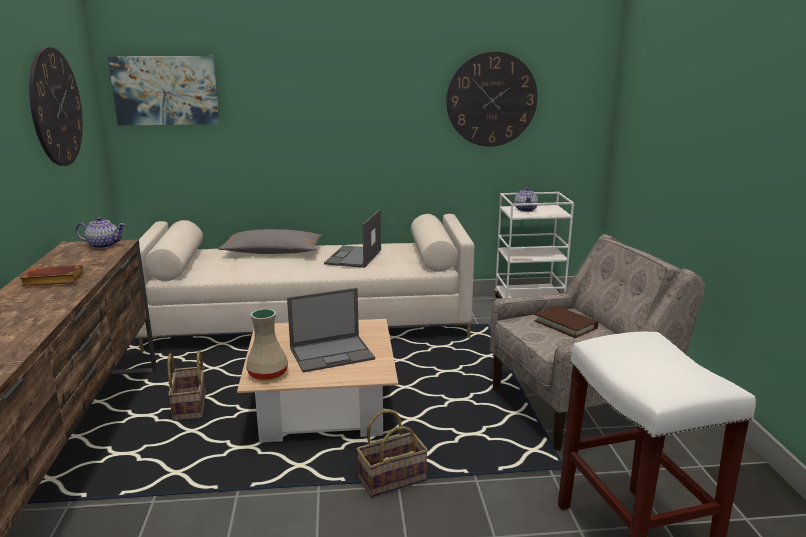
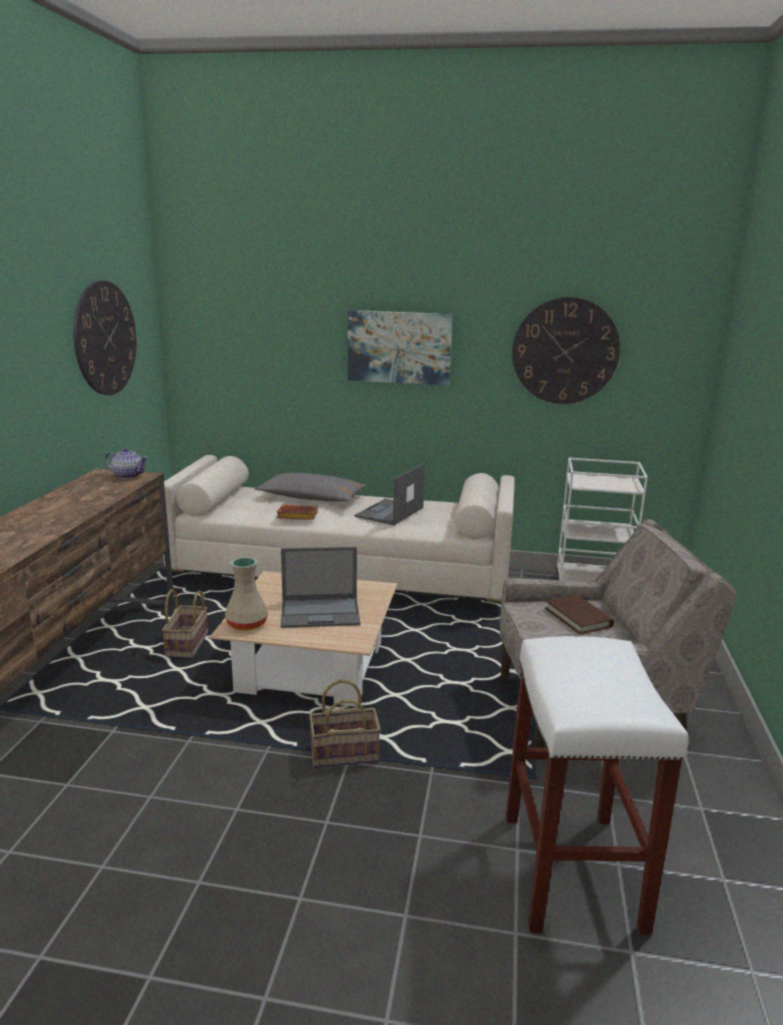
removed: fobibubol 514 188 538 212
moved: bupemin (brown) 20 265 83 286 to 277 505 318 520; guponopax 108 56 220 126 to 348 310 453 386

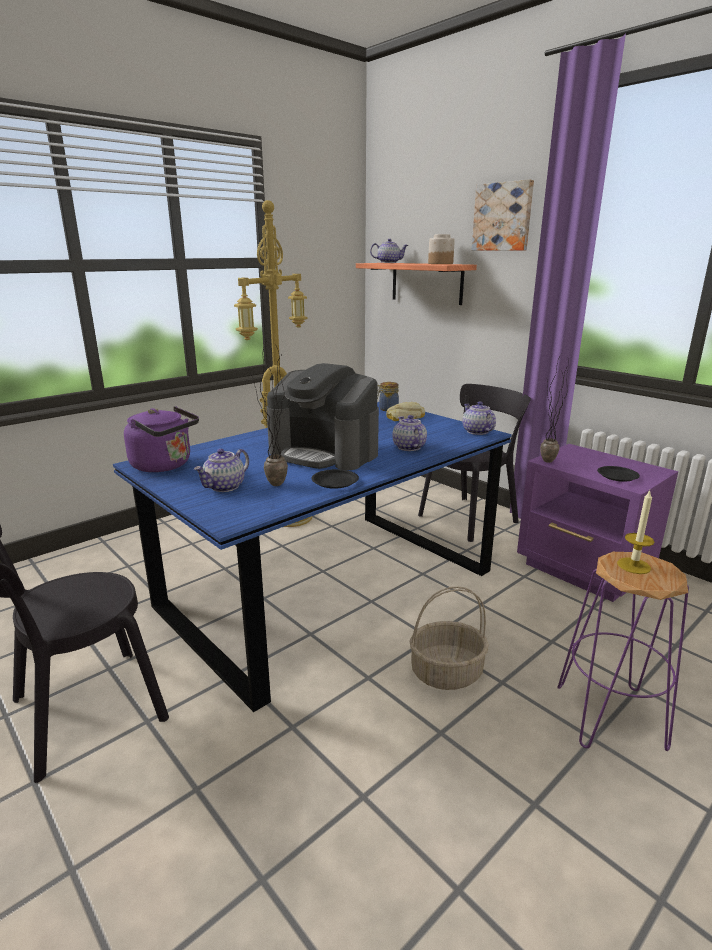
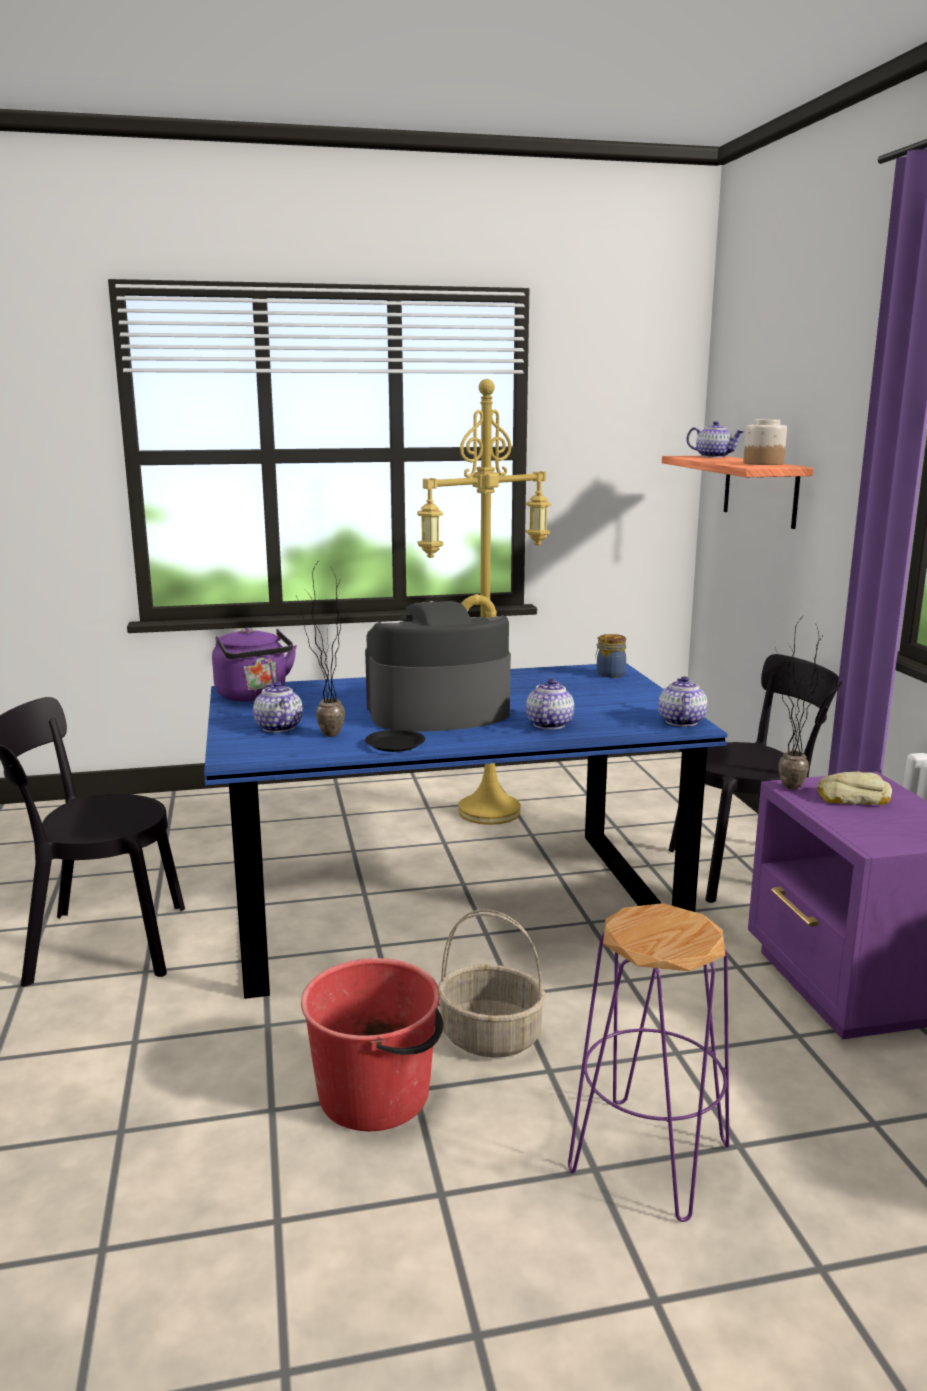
removed: guponopax 472 179 534 251; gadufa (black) 597 466 640 482; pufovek 617 491 654 574
added: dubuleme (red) 301 958 443 1131
moved: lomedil 386 402 425 421 to 817 772 892 805
turned: fobibubol 194 449 249 492 = 253 681 303 733 90 degrees clockwise; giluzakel 266 363 379 470 = 365 601 511 731 105 degrees clockwise

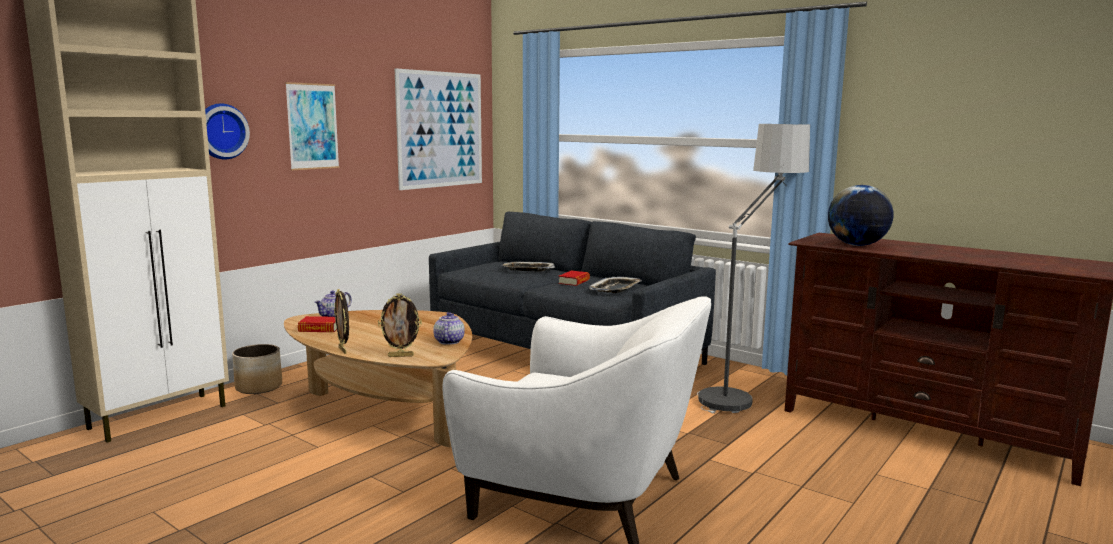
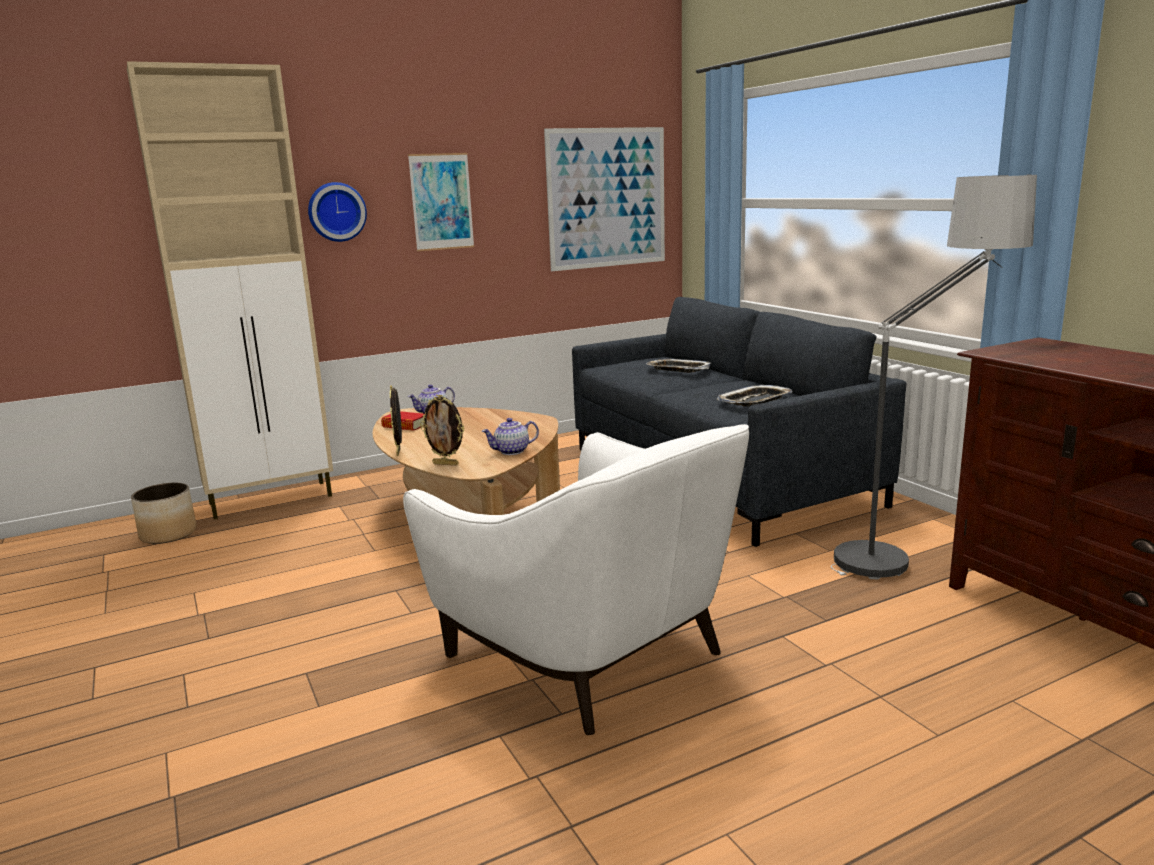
removed: bupemin 558 271 590 286; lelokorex 828 185 894 246
moved: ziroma 232 344 282 394 to 131 483 197 544
turned: fobibubol 433 312 465 345 = 482 418 539 455 135 degrees counterclockwise

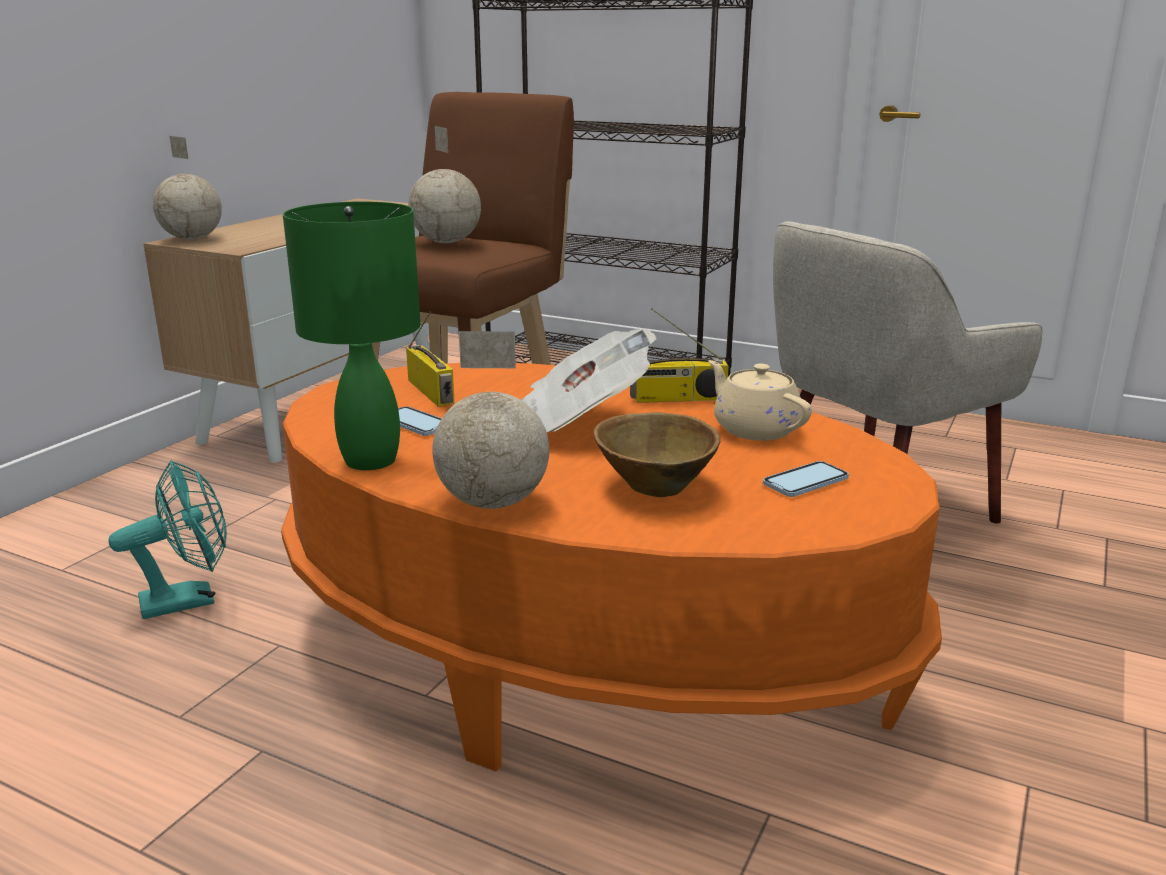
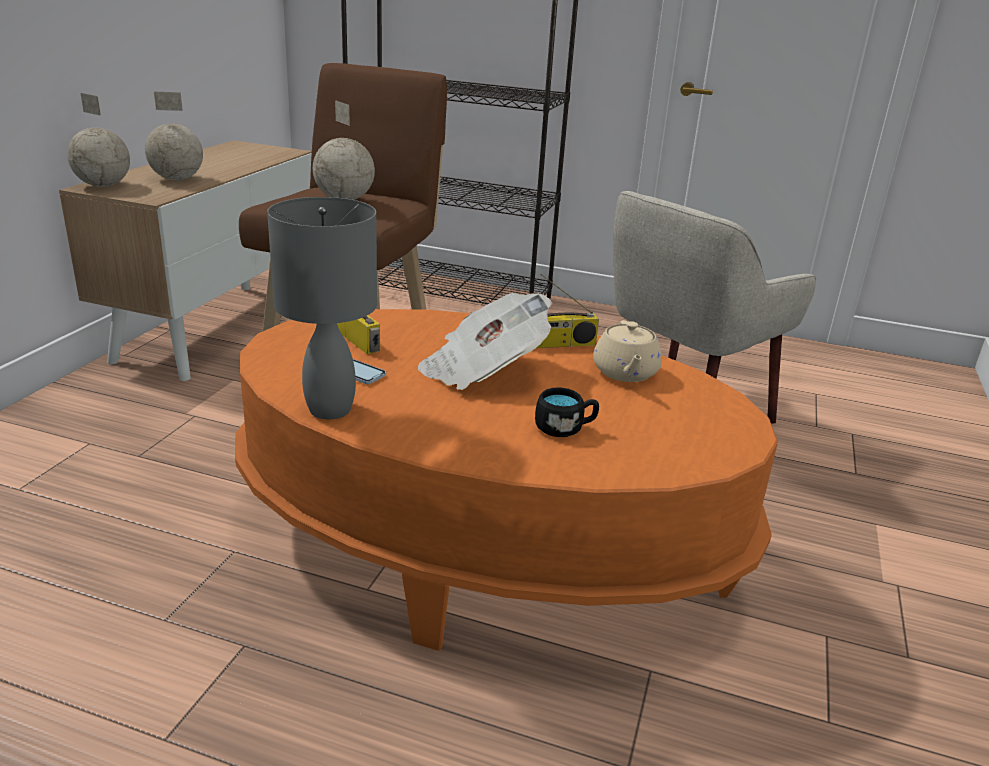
removed: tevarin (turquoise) 108 460 227 619; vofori 763 461 849 497
moved: lelokorex 432 331 549 509 to 145 92 203 180
replaced: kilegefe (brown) 593 412 721 497 to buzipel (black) 535 387 599 437
recoloured: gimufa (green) 283 201 421 470 to gimufa (grey) 267 197 377 419
turned: fobibubol (beige) 708 360 812 441 = 593 320 662 382 135 degrees counterclockwise

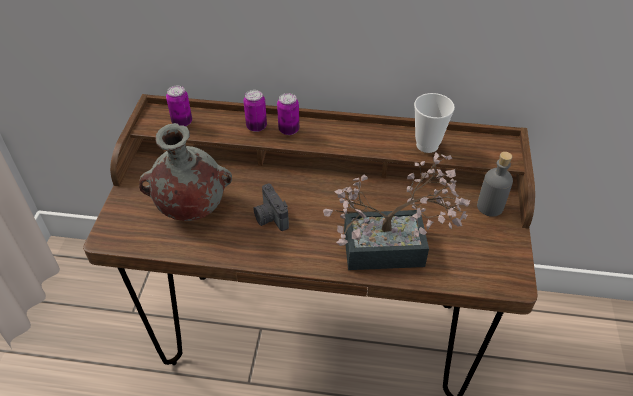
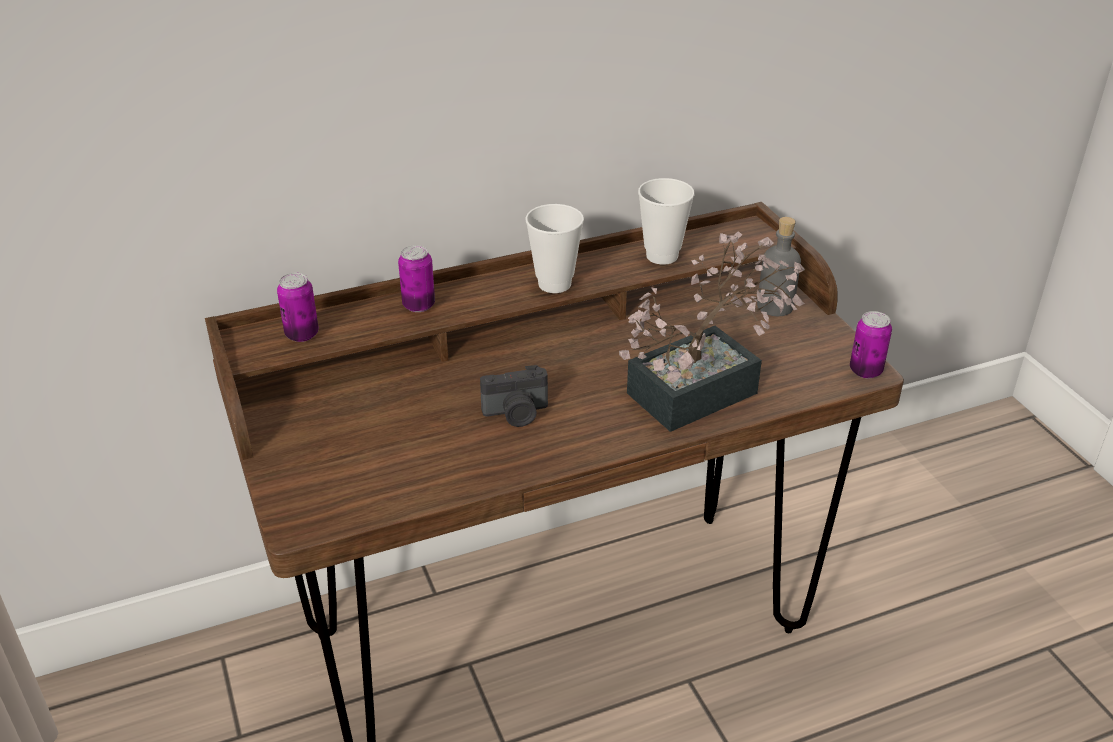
removed: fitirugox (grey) 139 123 232 221
added: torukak 526 204 584 293
moved: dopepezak 277 93 299 135 to 850 311 892 378
turned: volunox 253 183 289 231 = 480 365 548 427 45 degrees counterclockwise

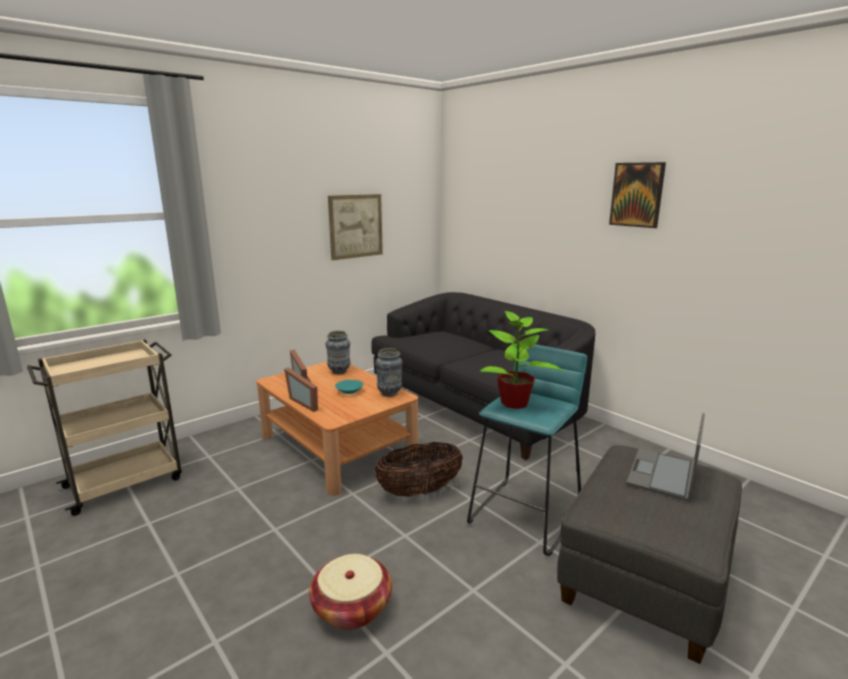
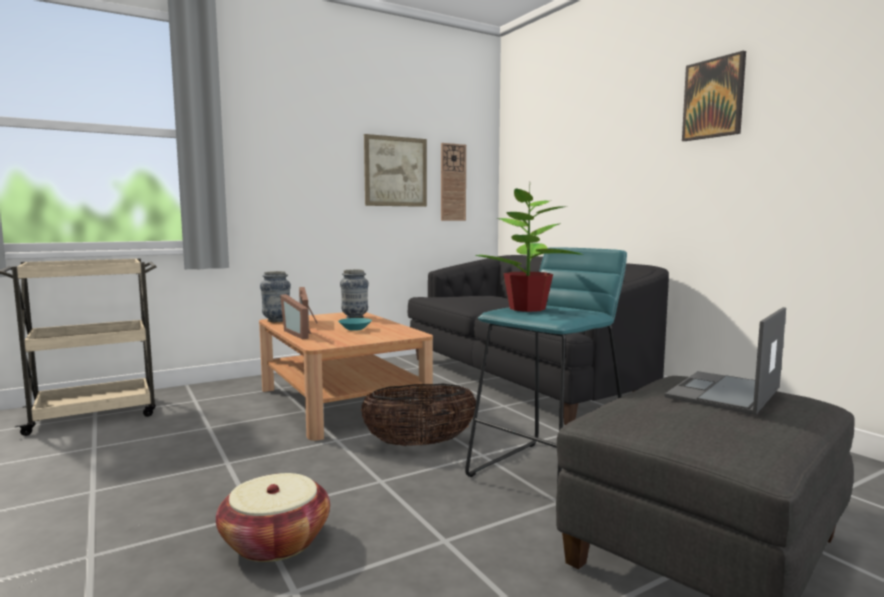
added: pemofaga 441 143 466 221
moved: fitirugox 375 348 403 397 to 260 271 291 322

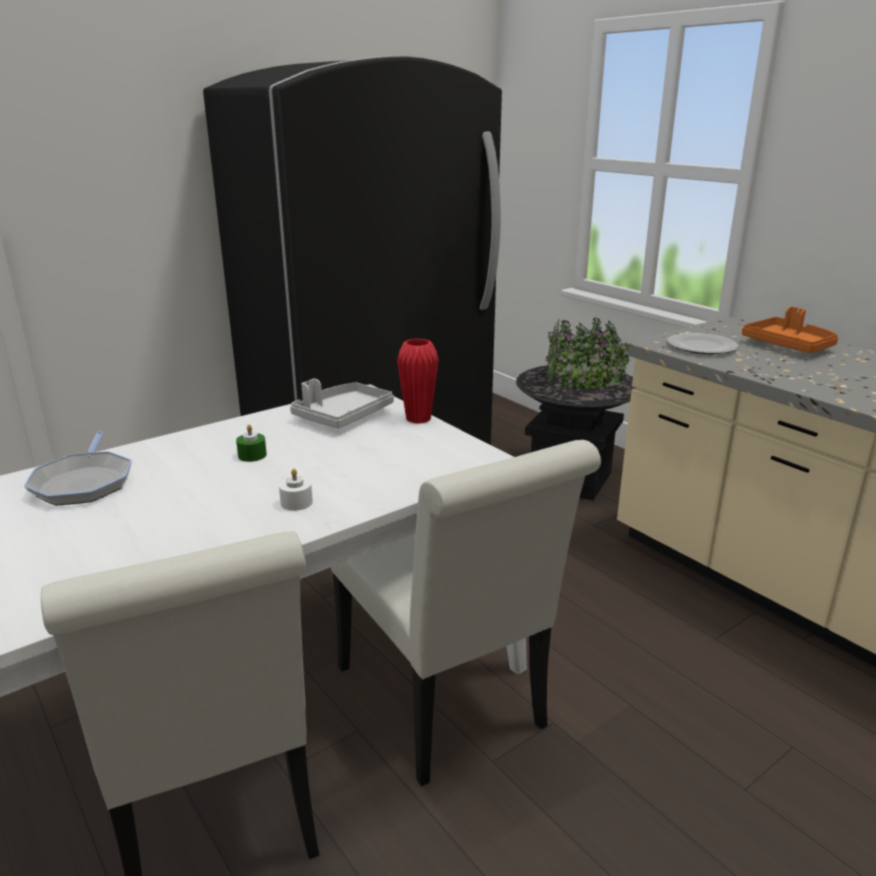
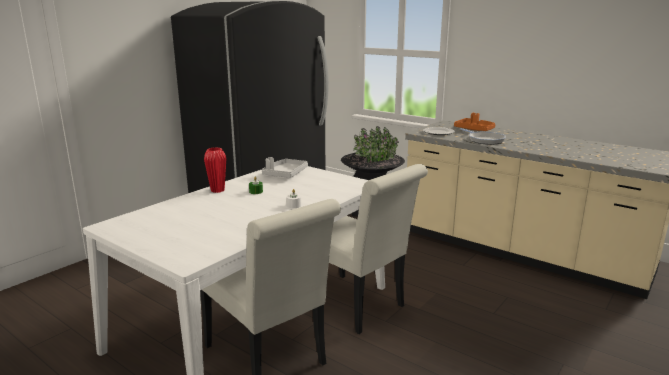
moved: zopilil 24 431 132 505 to 460 128 505 145; fitirugox (red) 397 339 439 424 to 204 147 226 193

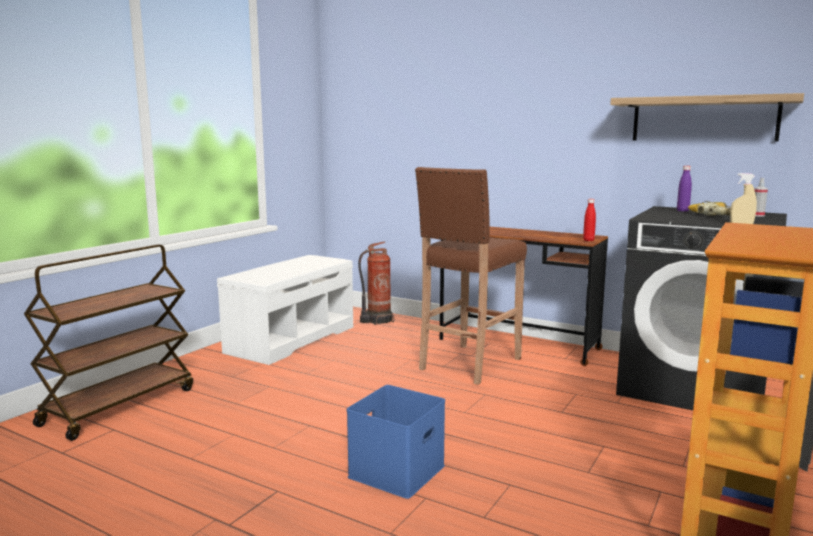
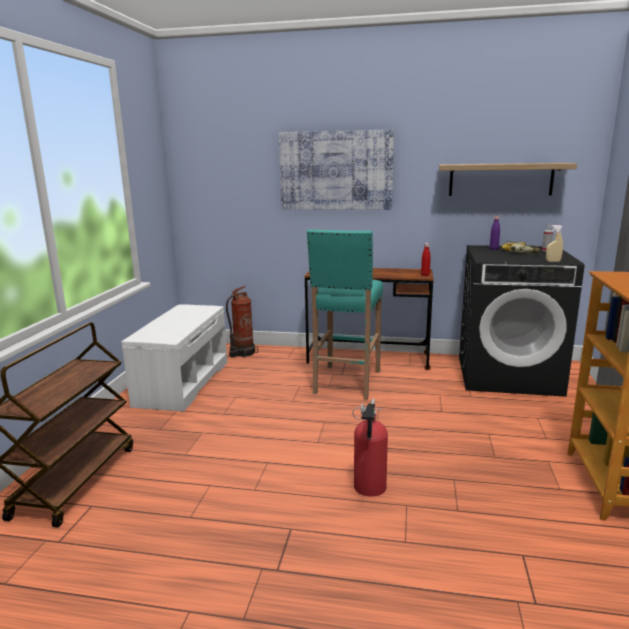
added: guponopax 279 129 394 210
replaced: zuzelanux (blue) 347 385 445 499 to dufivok 352 399 388 497
recoloured: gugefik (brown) 415 167 527 385 to gugefik (turquoise) 307 229 383 400

